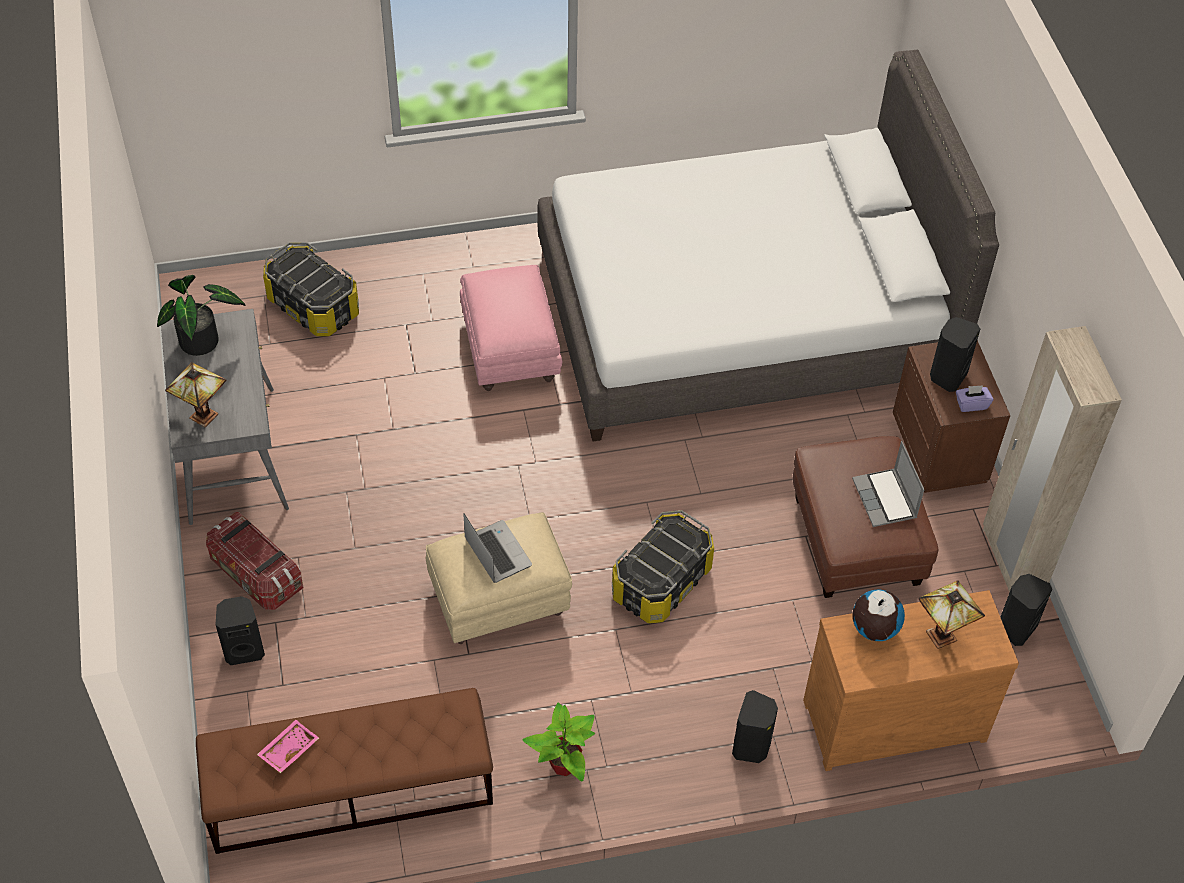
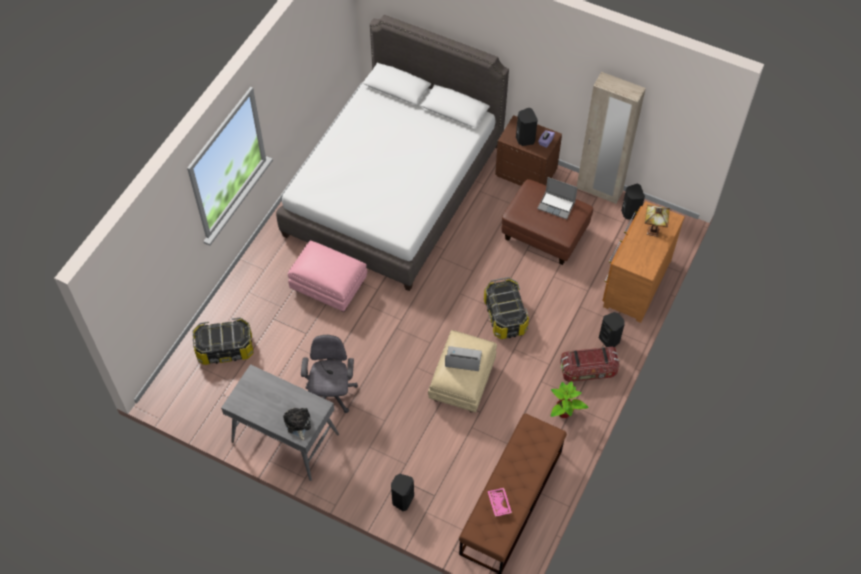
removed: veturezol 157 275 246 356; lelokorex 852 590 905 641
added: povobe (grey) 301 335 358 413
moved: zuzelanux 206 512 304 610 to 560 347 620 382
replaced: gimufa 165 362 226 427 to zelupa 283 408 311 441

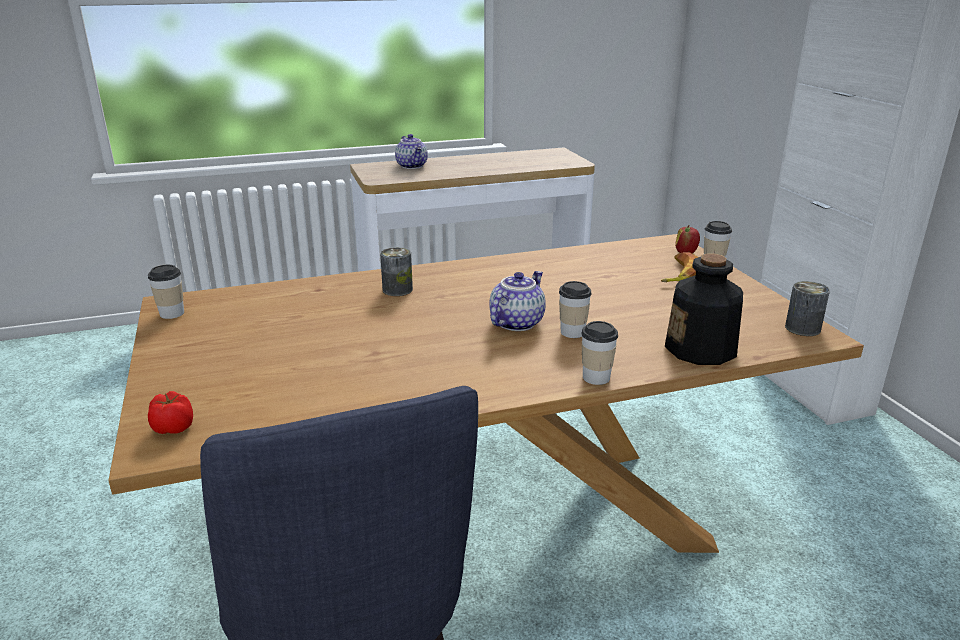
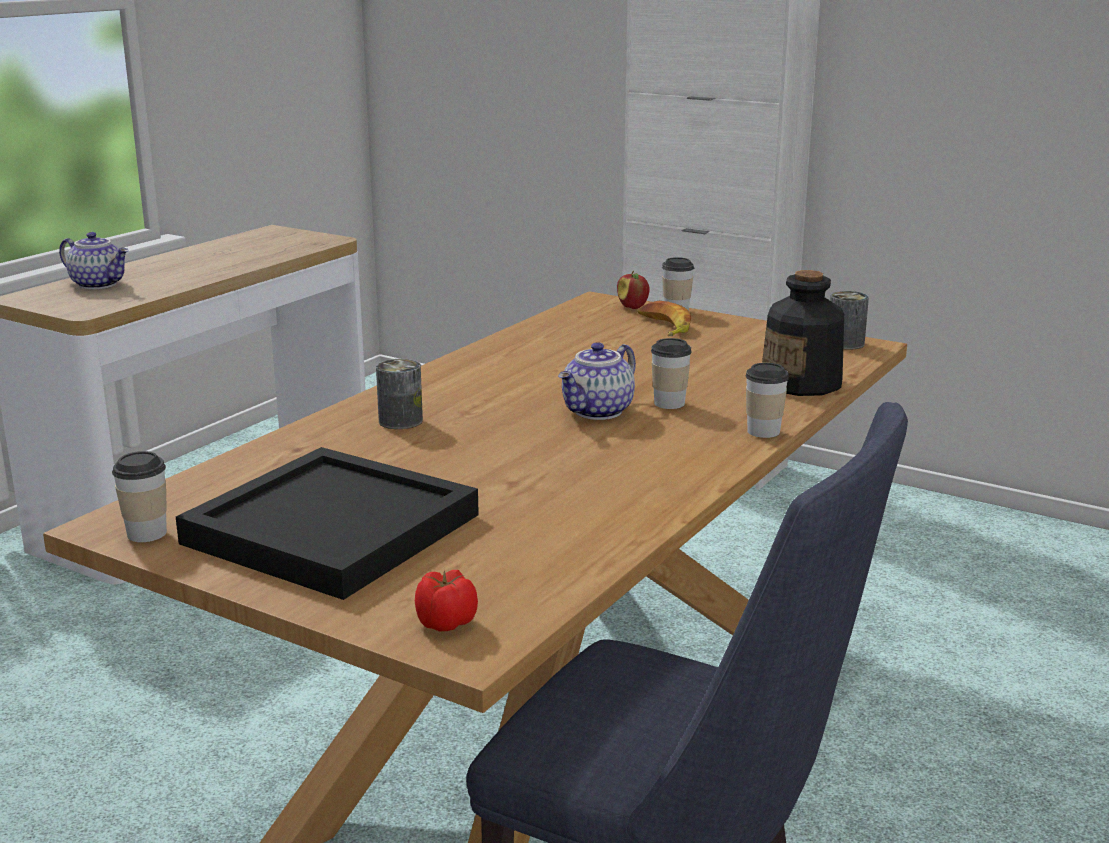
added: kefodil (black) 176 447 479 600
turned: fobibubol 489 271 546 331 = 558 342 636 420 135 degrees counterclockwise

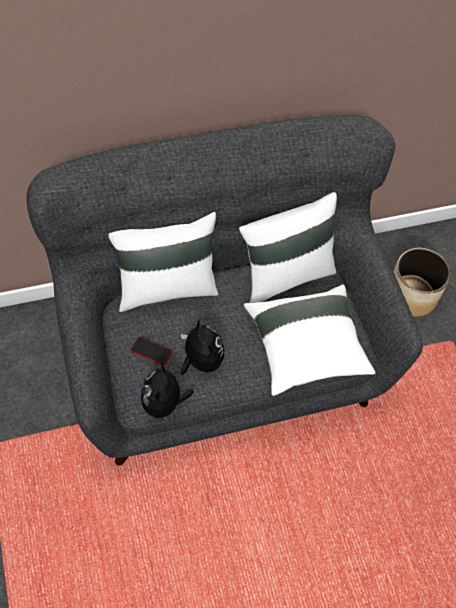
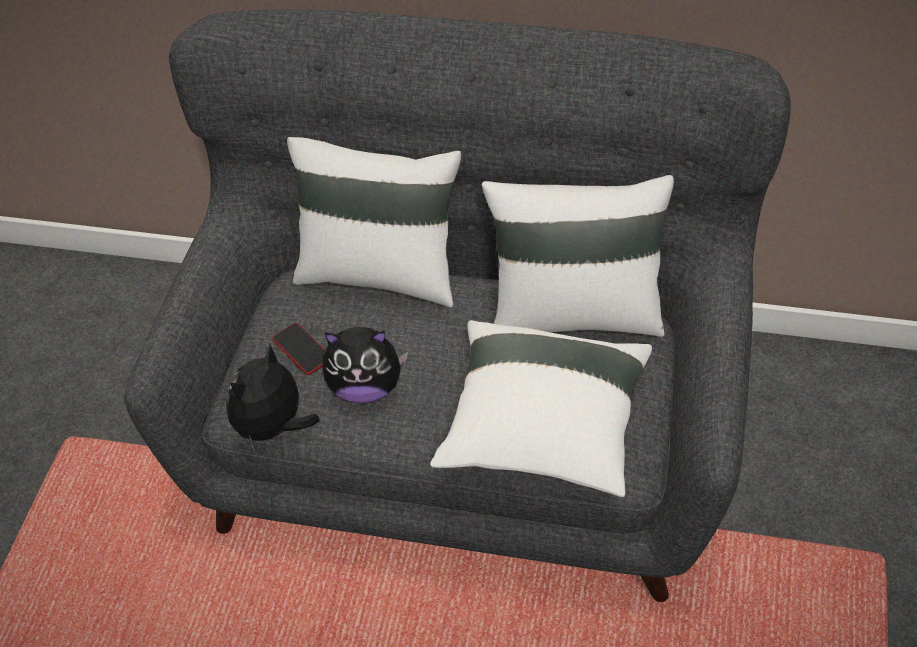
removed: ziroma 393 248 451 317
turned: zelupa 180 318 224 375 = 322 327 408 404 90 degrees clockwise

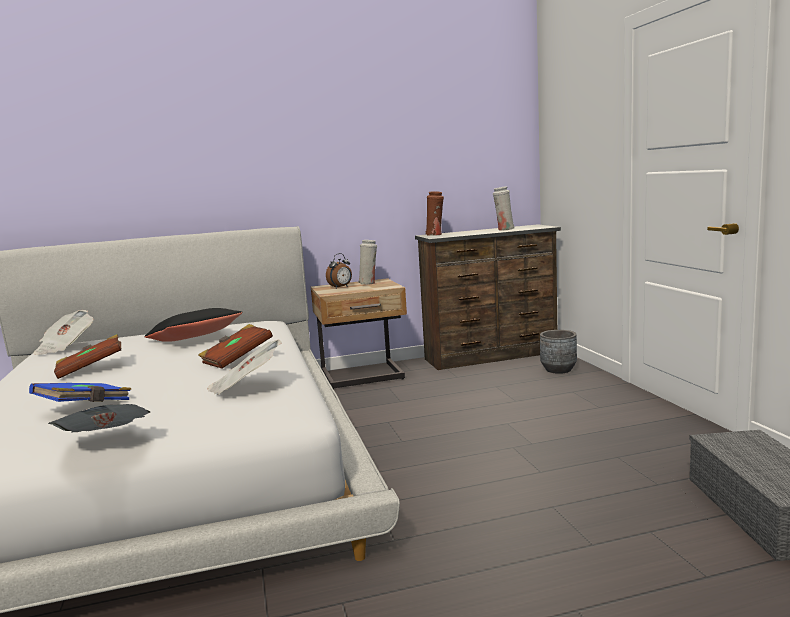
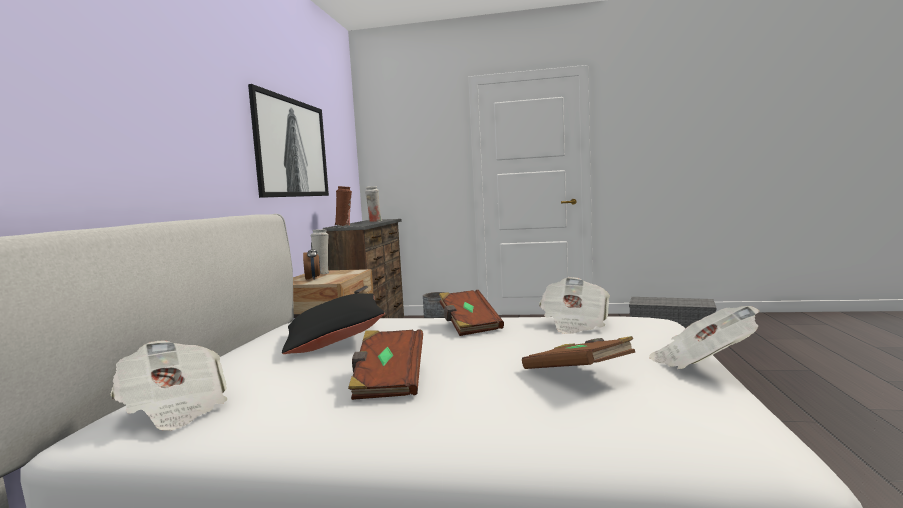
added: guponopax 248 84 329 198
recoloured: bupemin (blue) 29 383 131 402 to bupemin (brown) 522 336 635 369

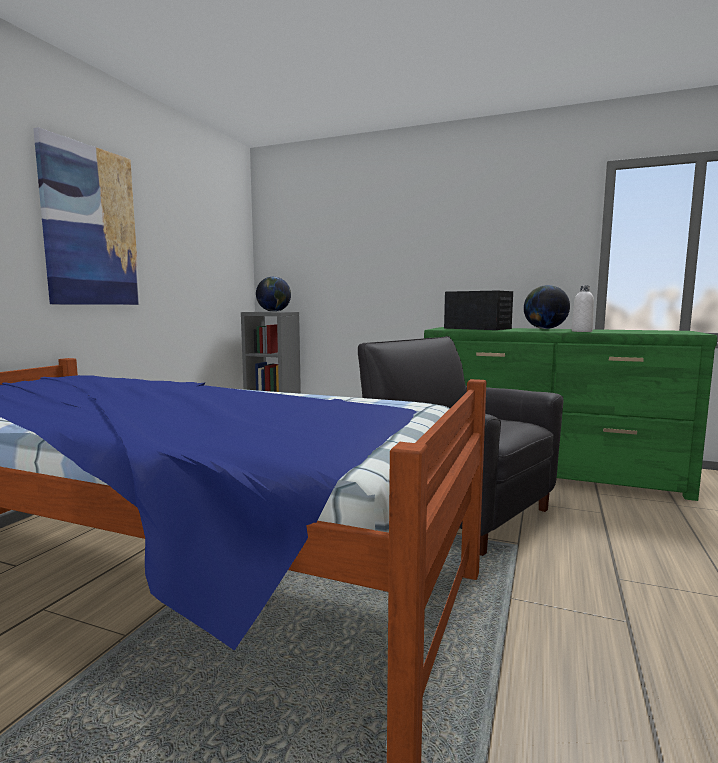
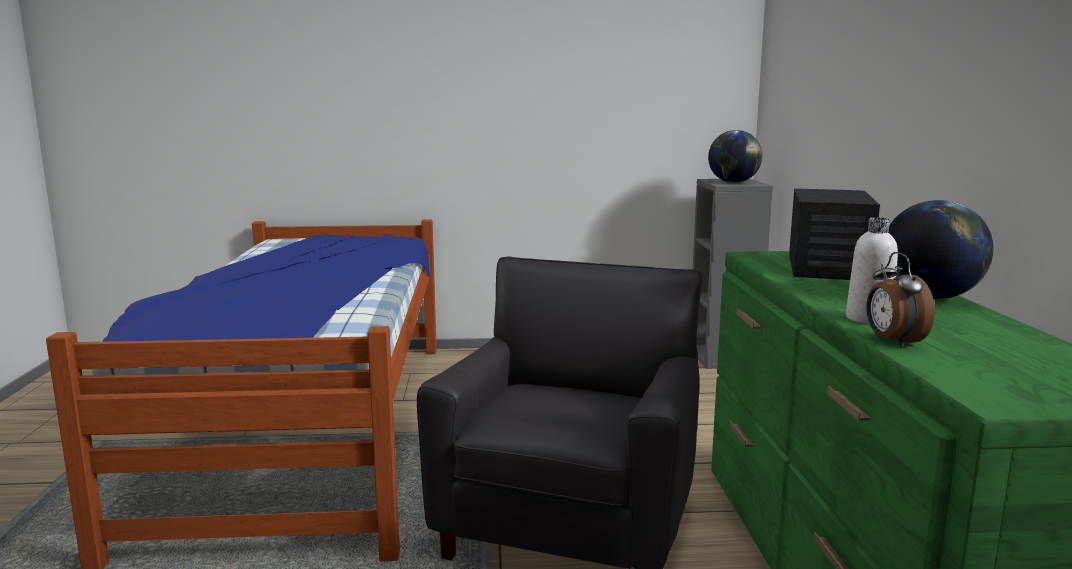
removed: guponopax 33 127 140 305
added: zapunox 866 252 935 348

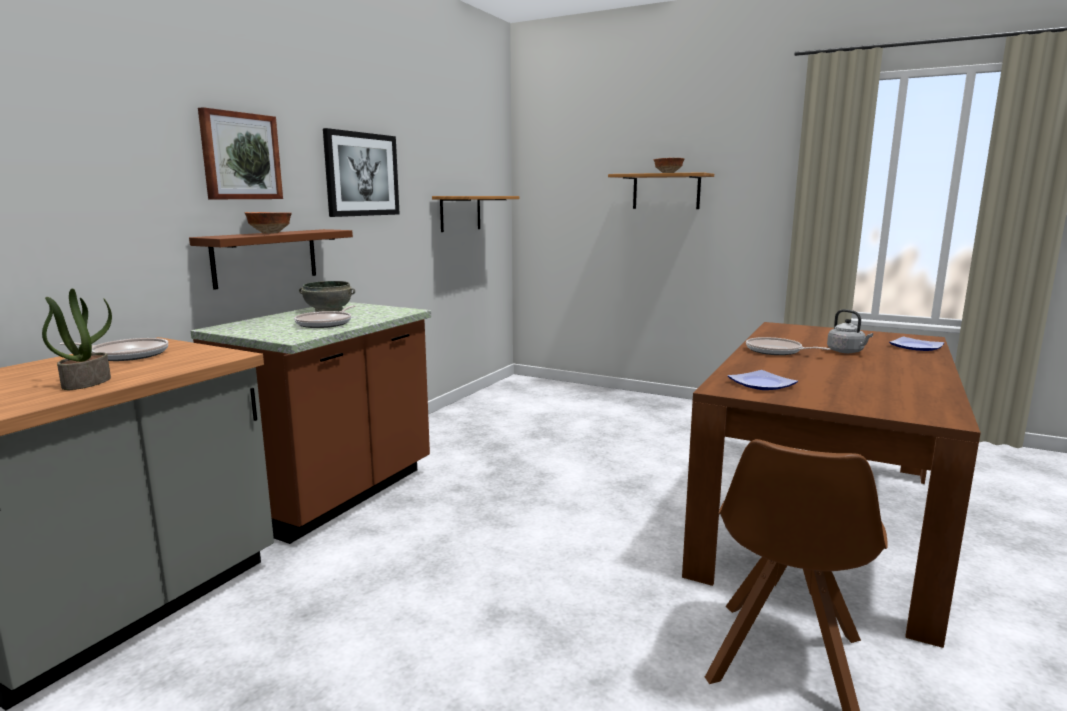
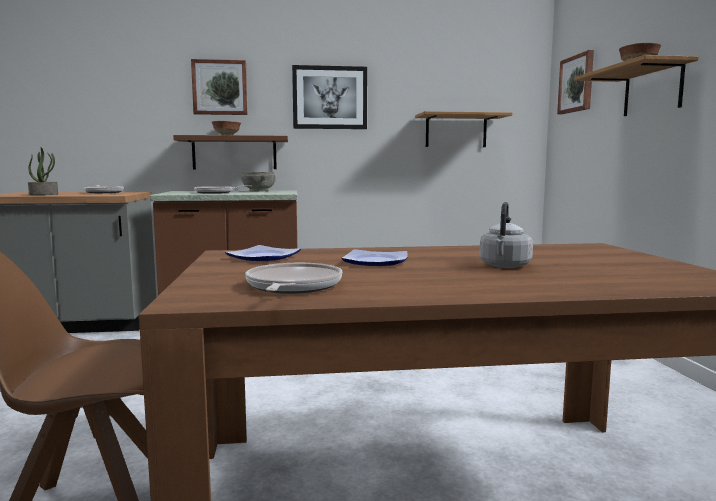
added: guponopax 557 50 594 114
moved: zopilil 746 337 830 355 to 245 263 342 294; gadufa 889 337 944 351 to 341 249 408 266

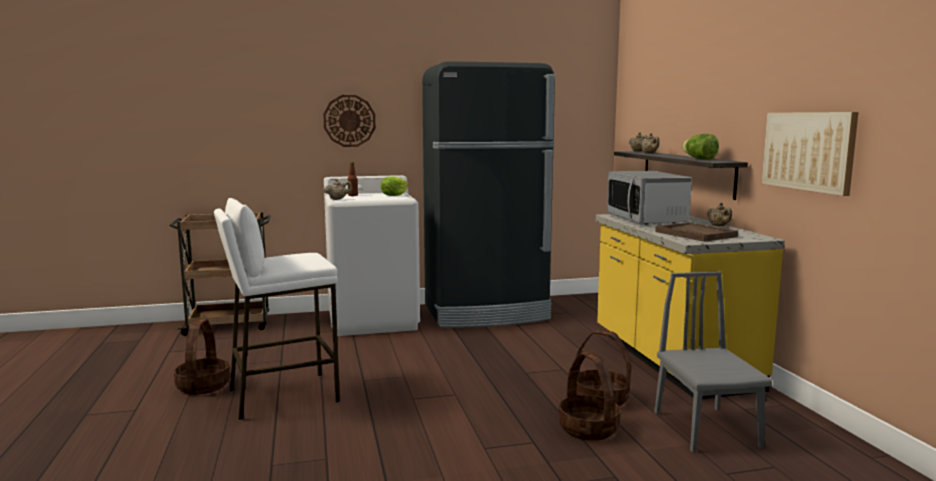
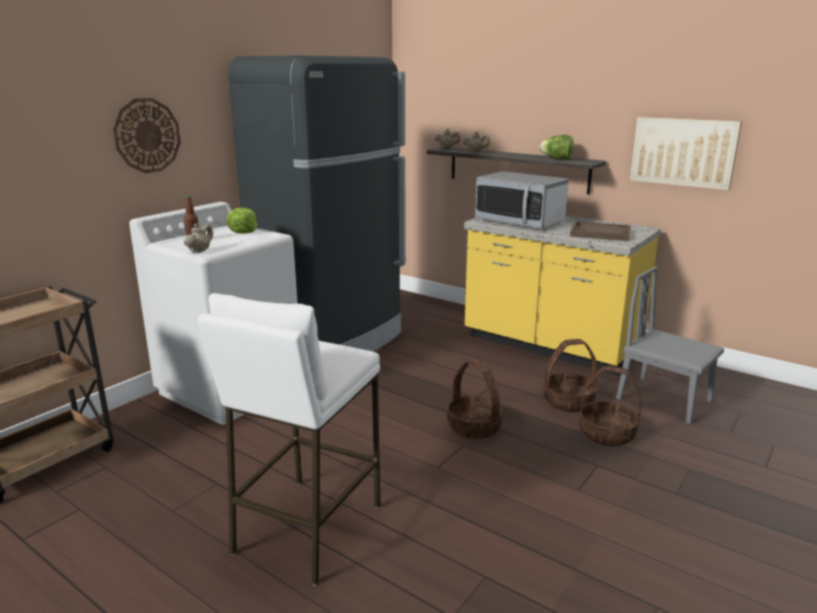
removed: fobibubol (beige) 707 202 732 226
moved: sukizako 174 319 230 395 to 447 359 503 439

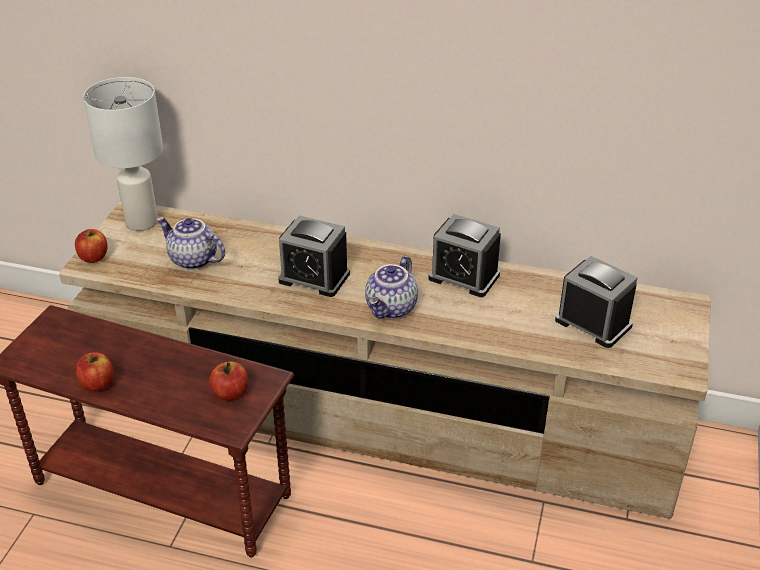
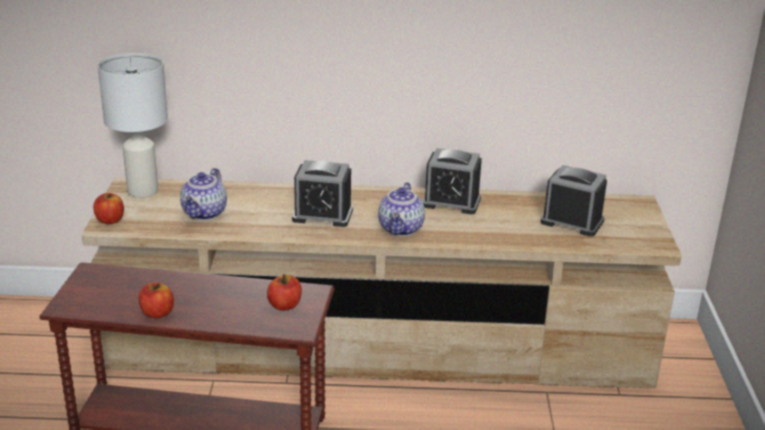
turned: fobibubol 156 217 225 270 = 180 168 227 220 90 degrees counterclockwise

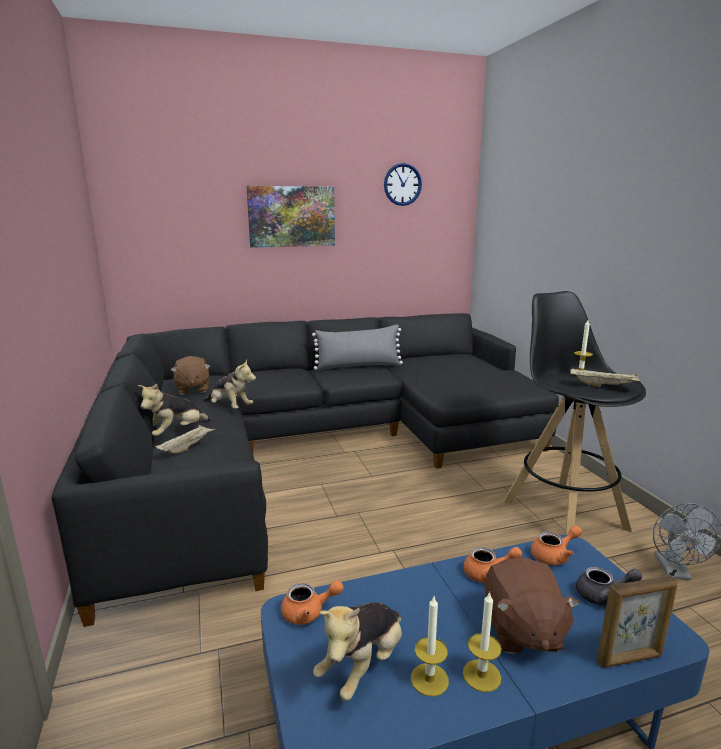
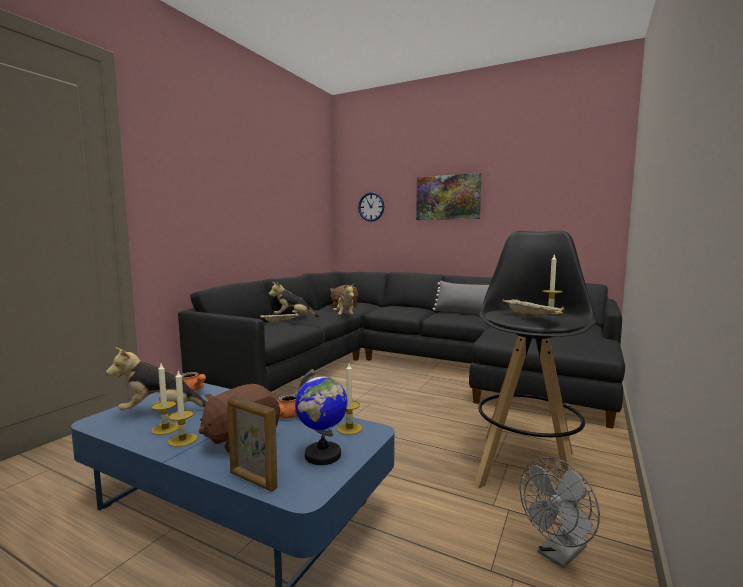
moved: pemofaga 384 163 422 206 to 358 192 384 222
replaced: fobibubol (orange) 531 525 582 565 to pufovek 337 363 362 435; fobibubol (grey) 576 567 642 606 to lelokorex 295 369 347 465

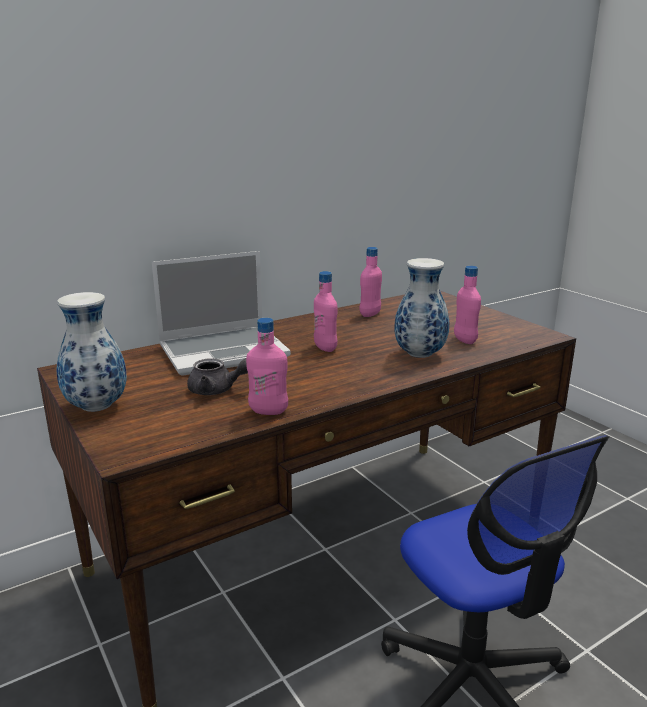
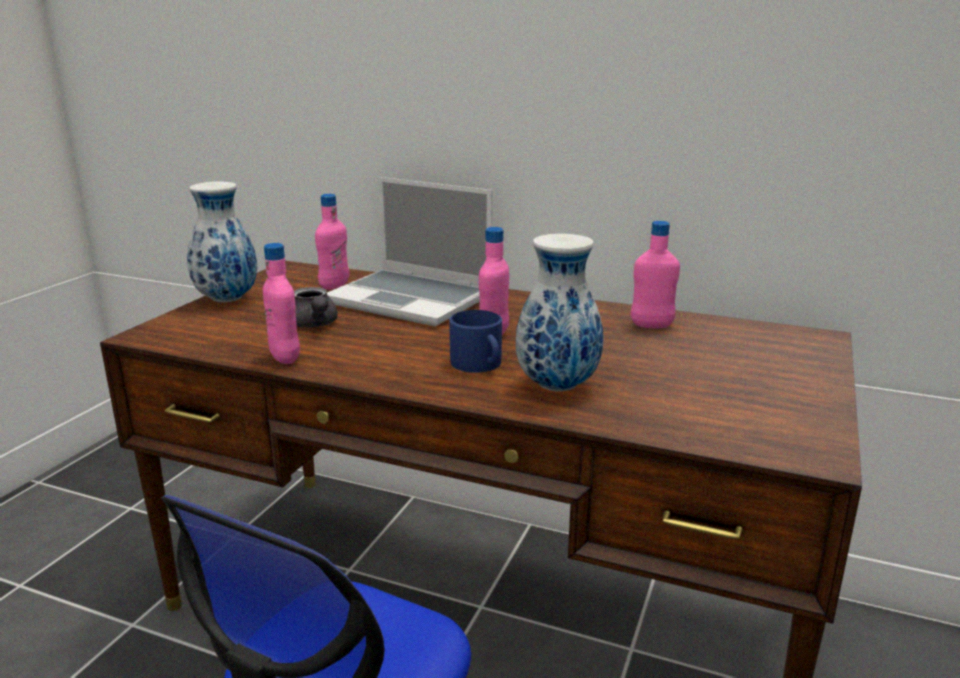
added: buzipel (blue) 449 310 502 373
moved: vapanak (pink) 454 266 481 344 to 315 194 349 290

